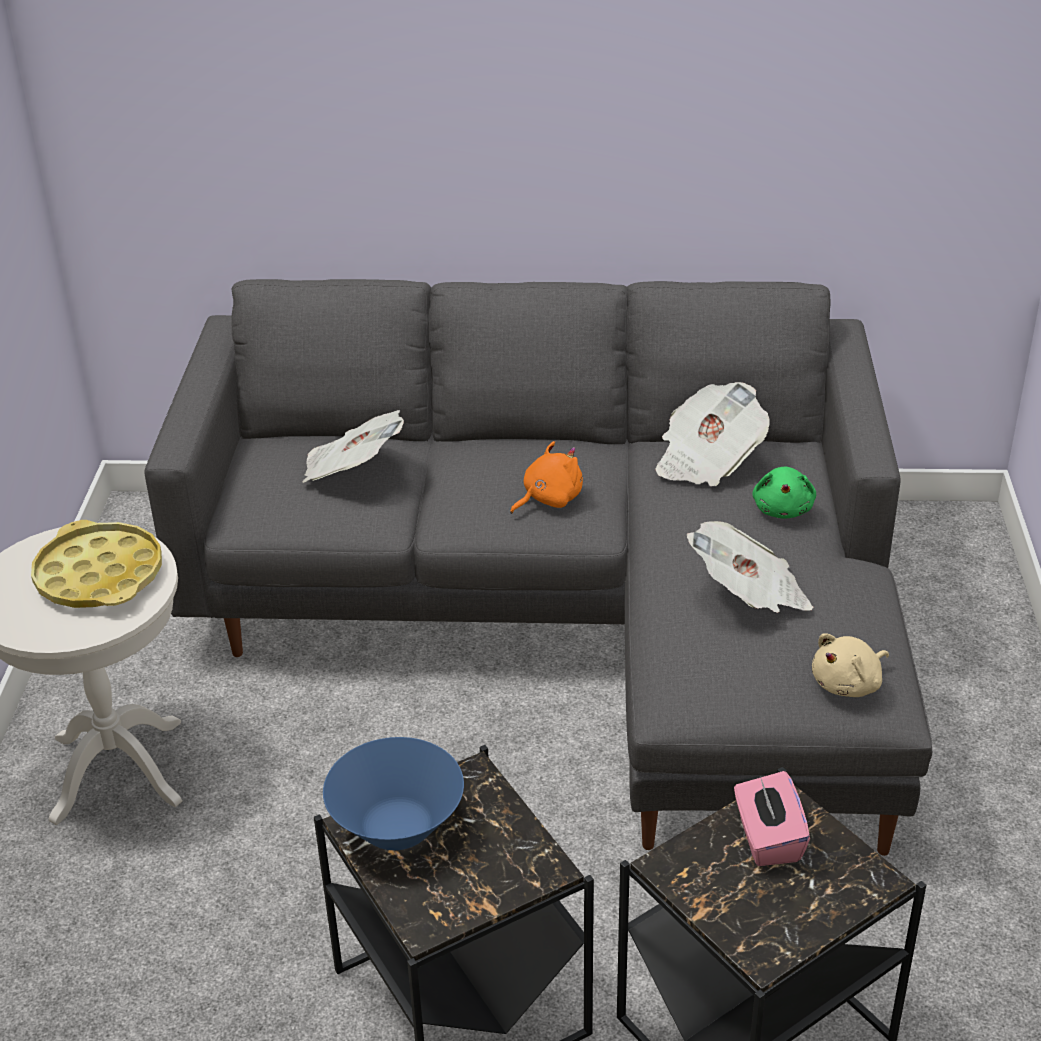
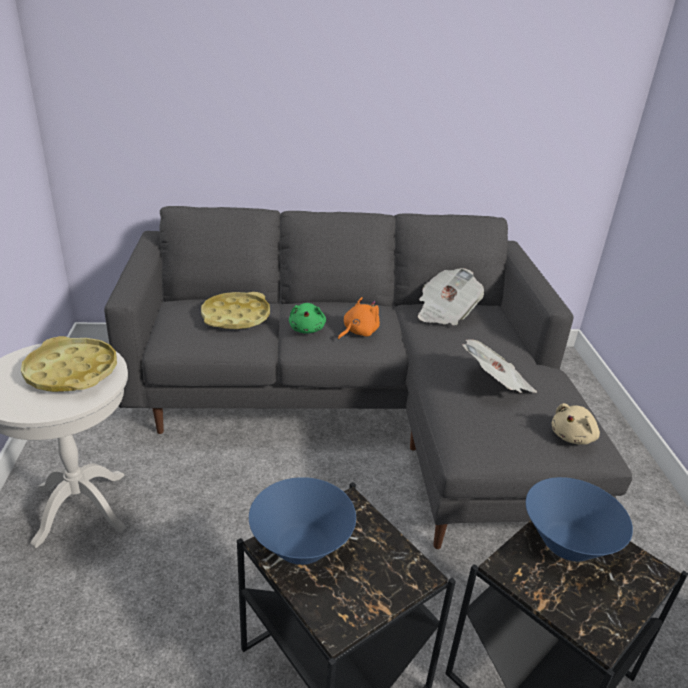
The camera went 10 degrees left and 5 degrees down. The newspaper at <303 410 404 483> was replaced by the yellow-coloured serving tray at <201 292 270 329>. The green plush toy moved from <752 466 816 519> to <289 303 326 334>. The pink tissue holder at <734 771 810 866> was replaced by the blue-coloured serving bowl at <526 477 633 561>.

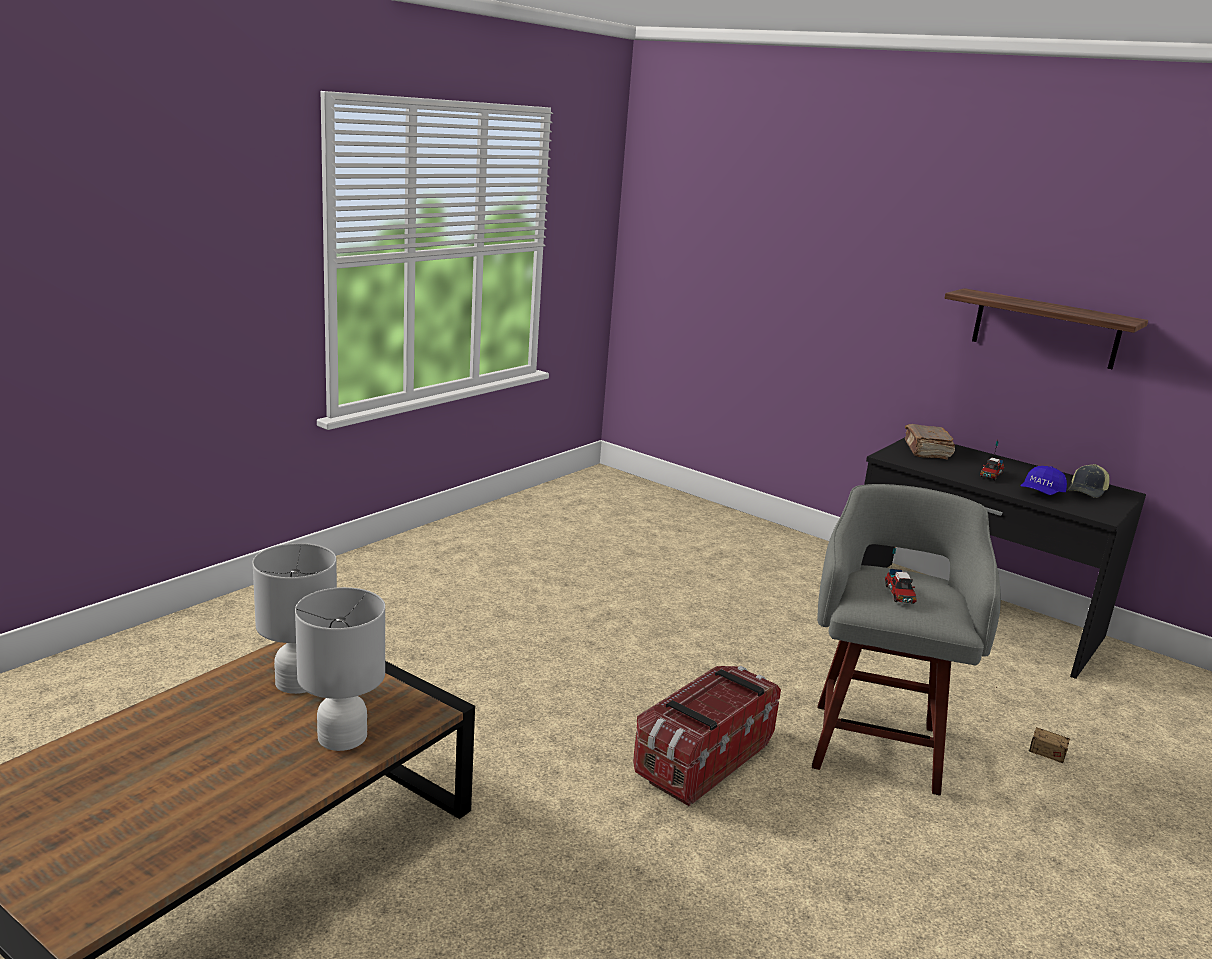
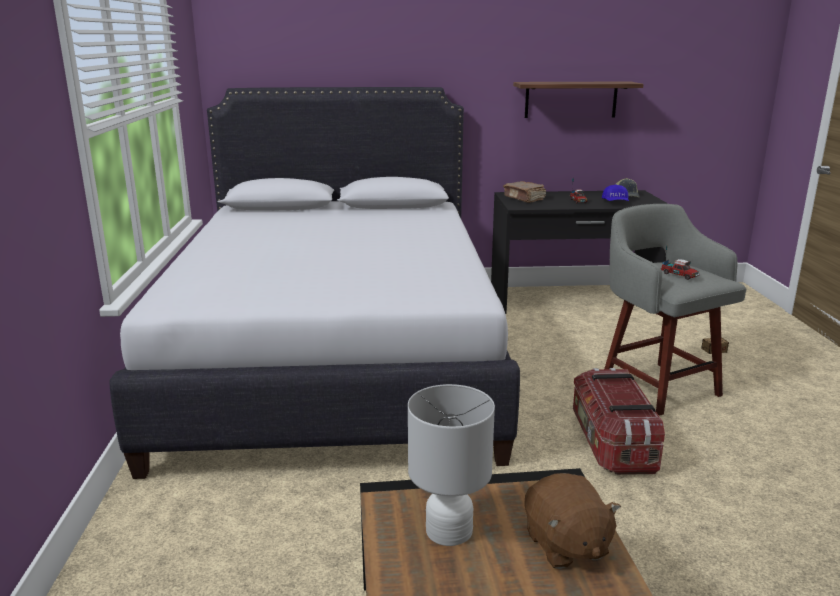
The camera went 40 degrees left and 0 degrees up. The gray table lamp at <295 587 385 751> was replaced by the brownish plush toy at <524 473 621 569>. The whitish sleeping bed at <109 87 520 479> appeared.

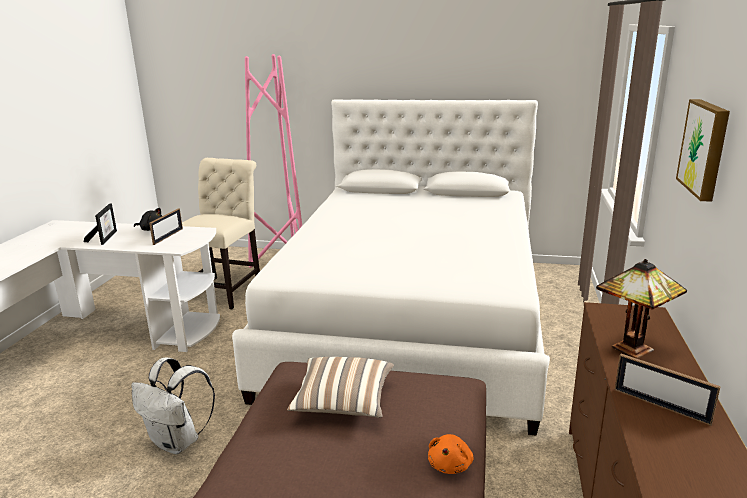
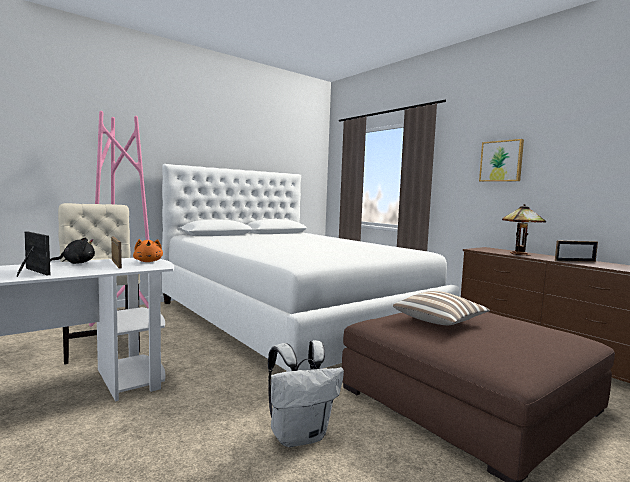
The camera went 50 degrees left and 15 degrees down. The orange plush toy moved from <428 434 474 474> to <133 239 163 262>.

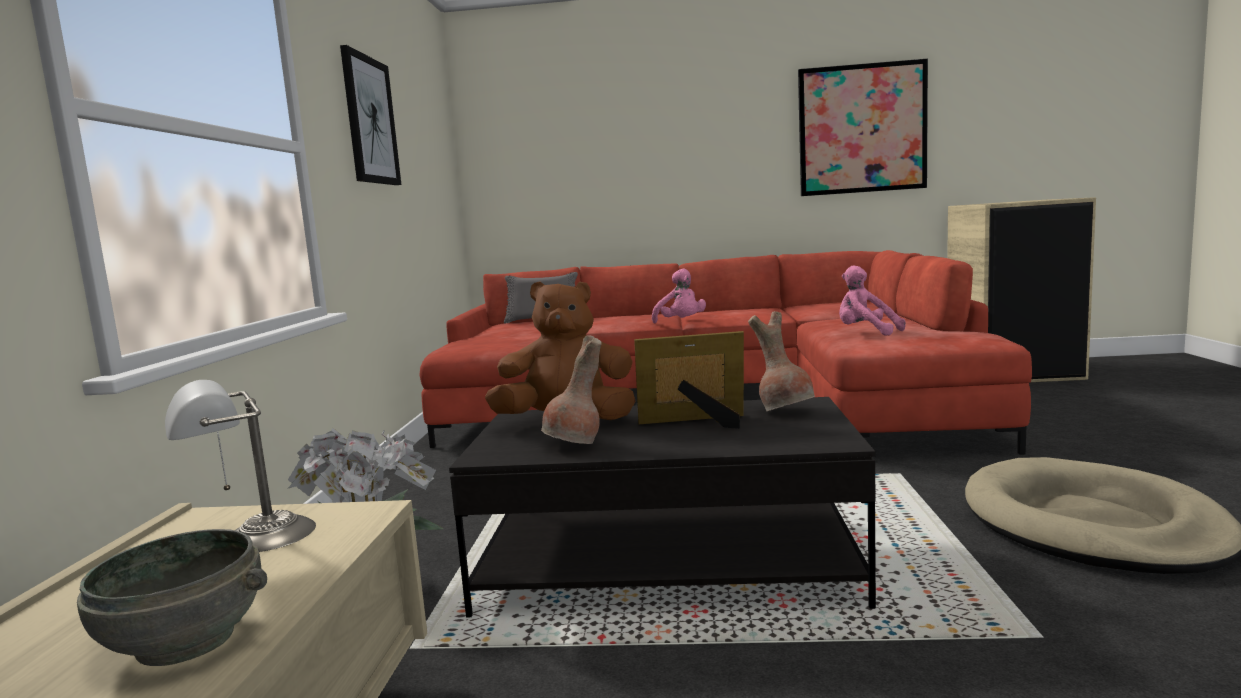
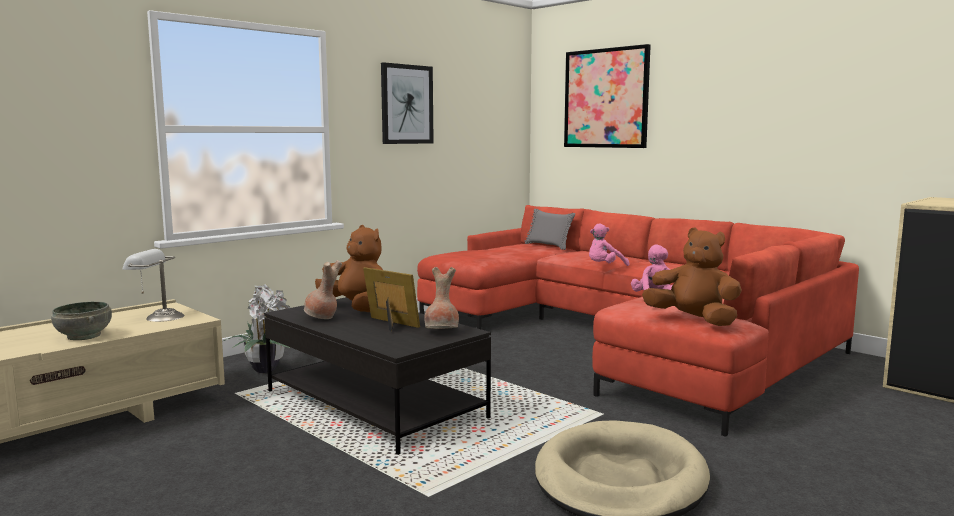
The camera went 40 degrees right and 0 degrees up. The wall picture moved from <798 59 928 196> to <564 44 651 148>. The pink plush toy at <652 268 706 323> turned 45 degrees clockwise. The brownish plush toy at <642 227 742 326> appeared.

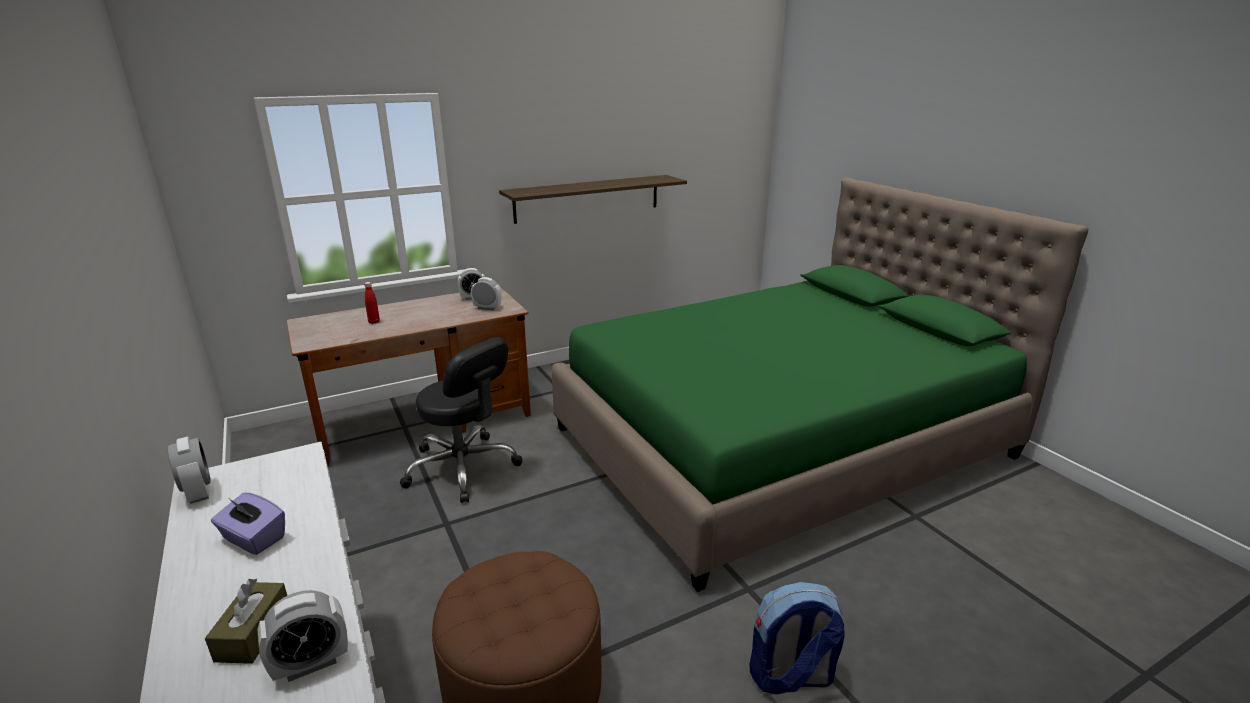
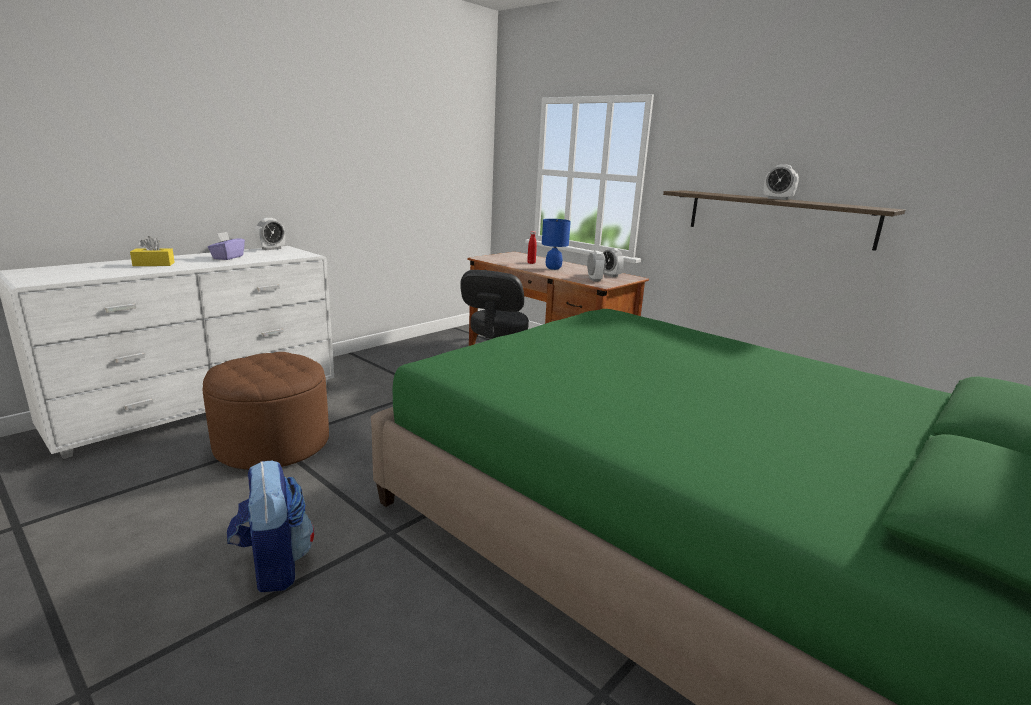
The camera went 70 degrees right and 5 degrees down. The brownish tissue holder at <205 579 287 664> became the yellow-coloured tissue holder at <130 236 175 266>. The bedside clock moved from <257 590 348 682> to <764 164 799 200>. The blue-coloured table lamp at <542 219 571 270> appeared.

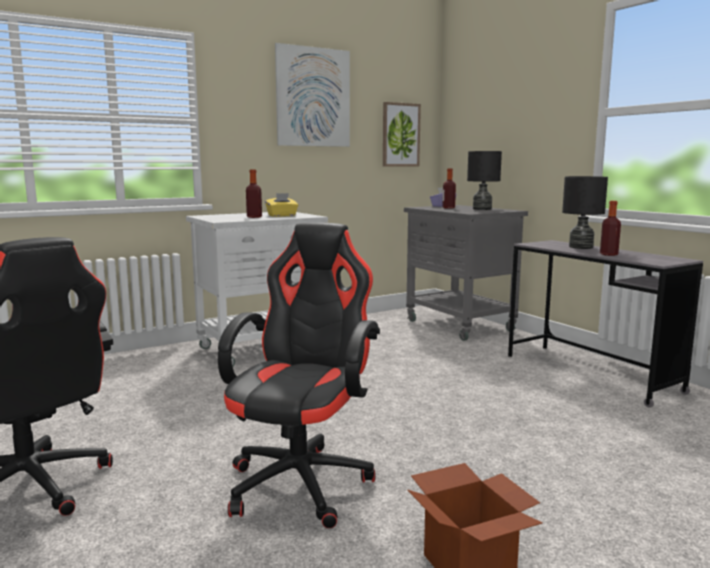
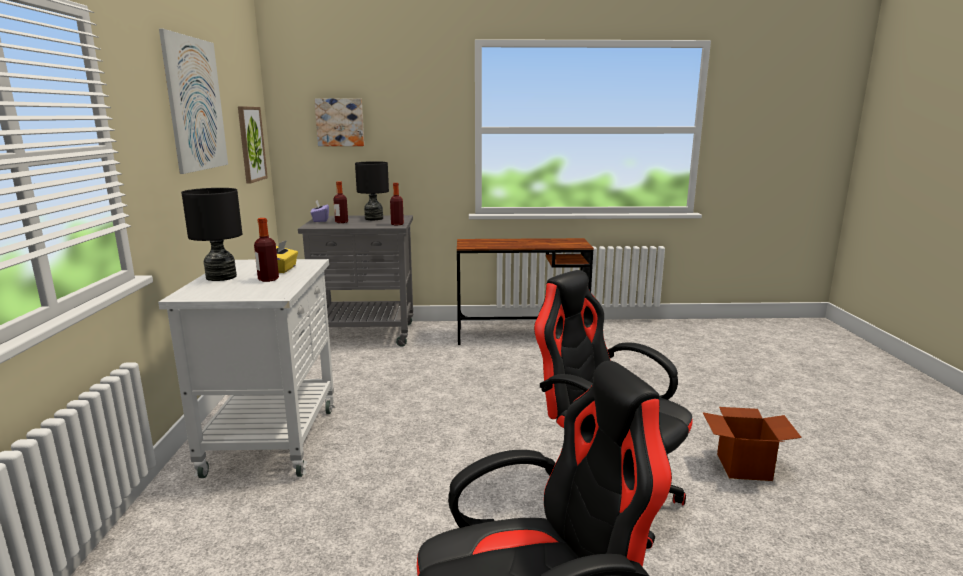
The camera went 60 degrees left and 5 degrees up. The black-coloured table lamp moved from <562 176 608 249> to <181 188 242 281>. The beverage bottle moved from <600 201 621 256> to <390 183 404 225>. The gray desk at <508 240 703 407> became the brownish desk at <457 238 594 345>. The wall picture at <314 98 364 146> appeared.

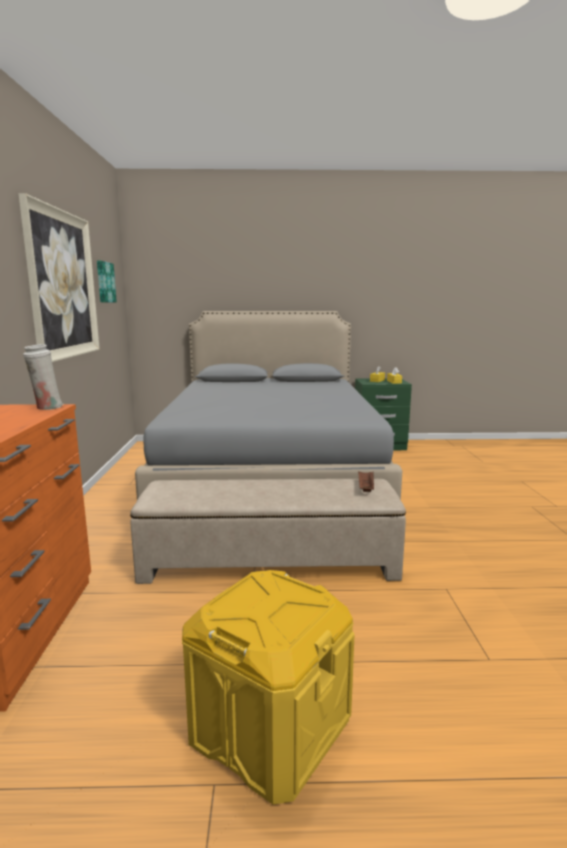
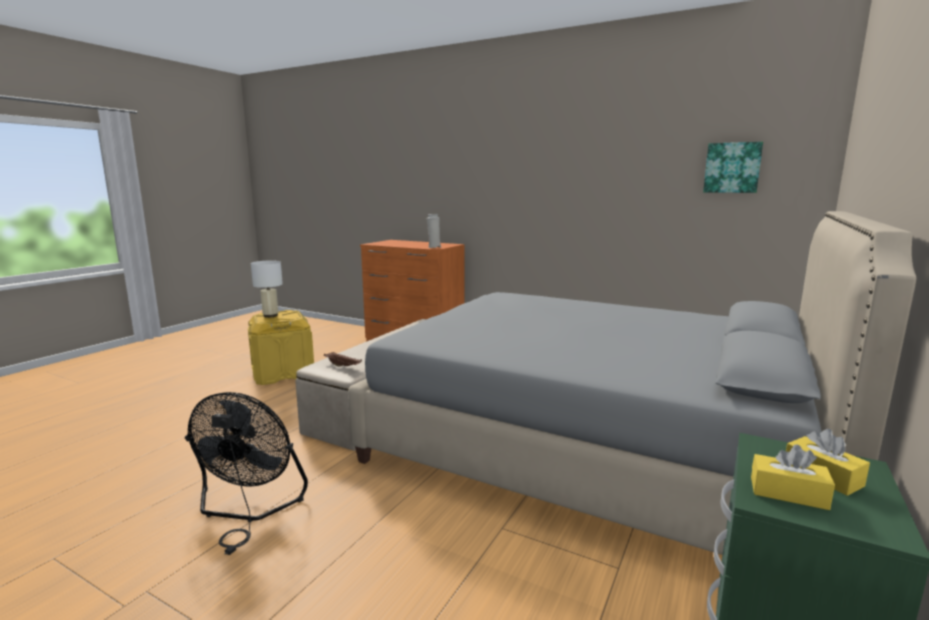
The camera went 120 degrees right and 0 degrees up. The wall picture at <18 193 100 362> disappeared. The whitish table lamp at <251 261 283 318> appeared. The black-coloured electric fan at <185 392 308 555> appeared.

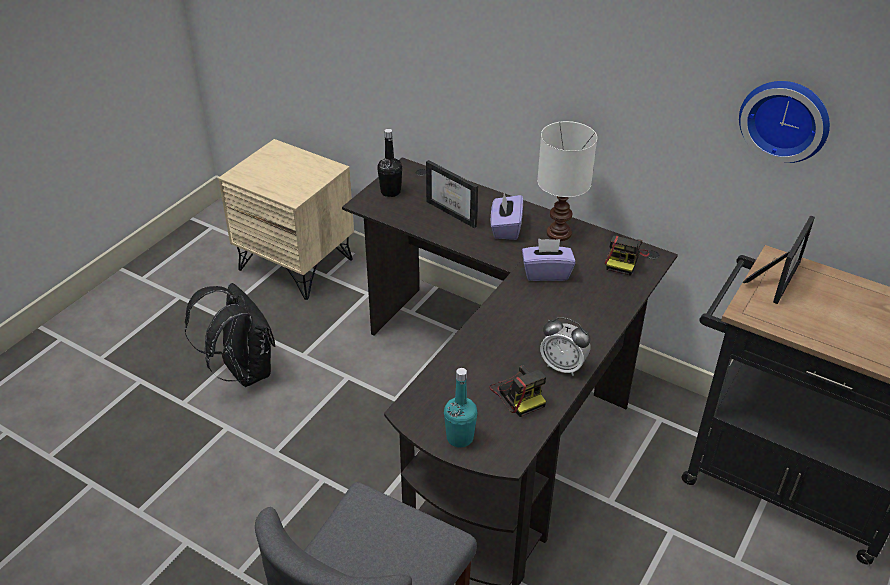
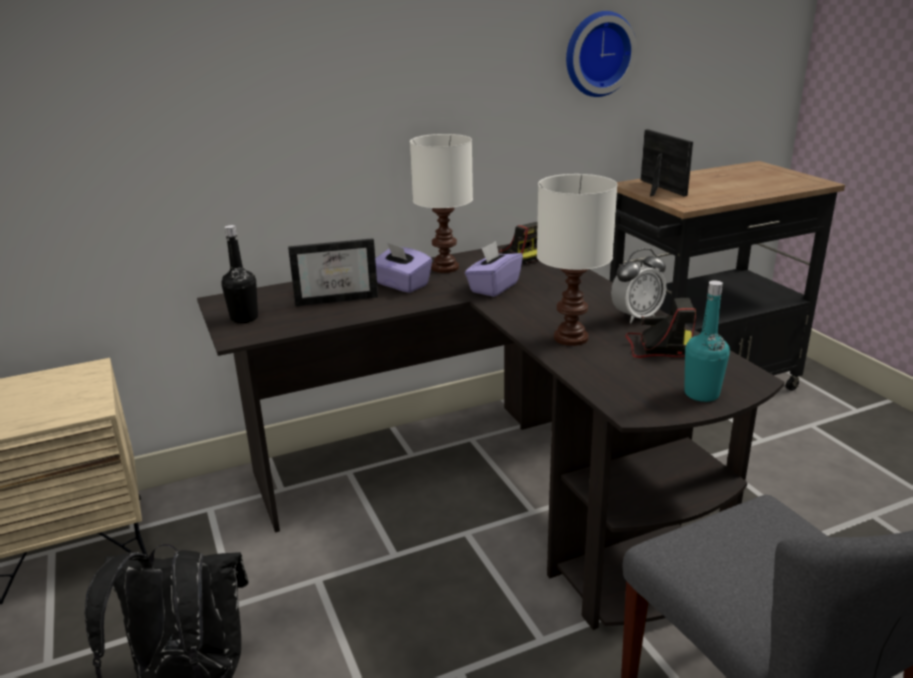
The camera went 55 degrees left and 15 degrees down. The whitish table lamp at <537 174 618 346> appeared.

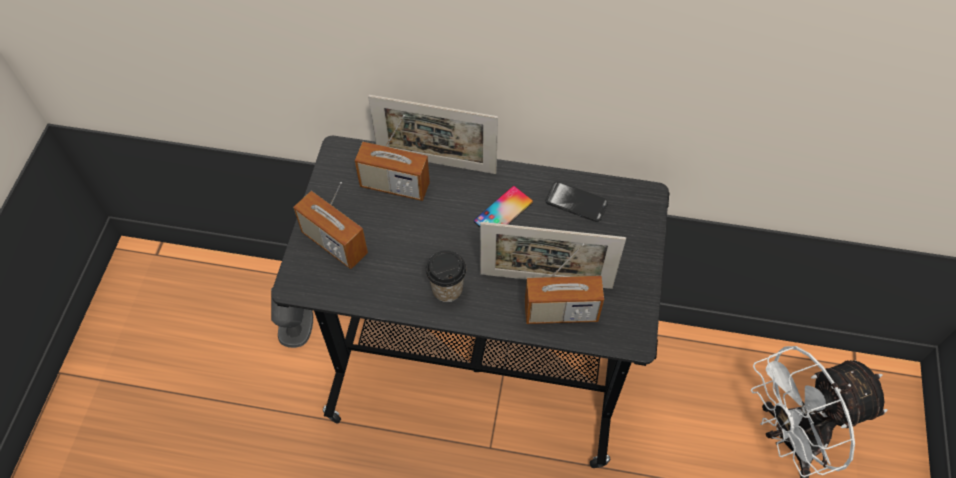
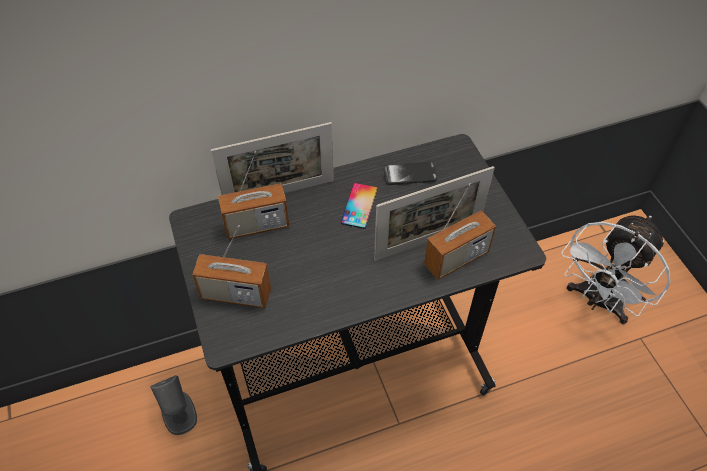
The camera went 30 degrees left and 5 degrees down. The drinking cup at <426 250 466 302> disappeared.

